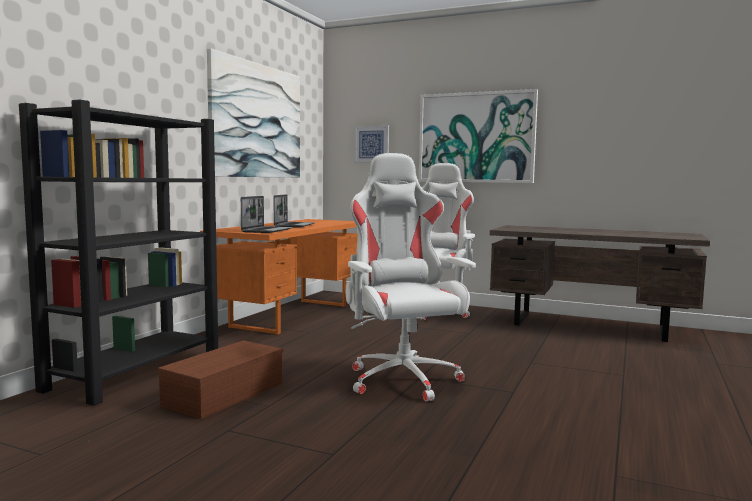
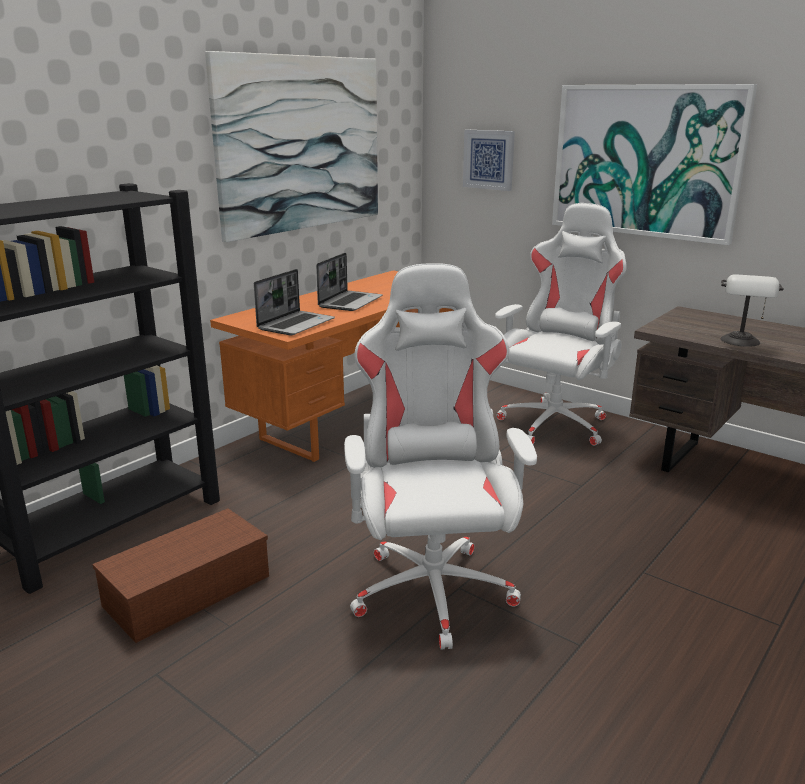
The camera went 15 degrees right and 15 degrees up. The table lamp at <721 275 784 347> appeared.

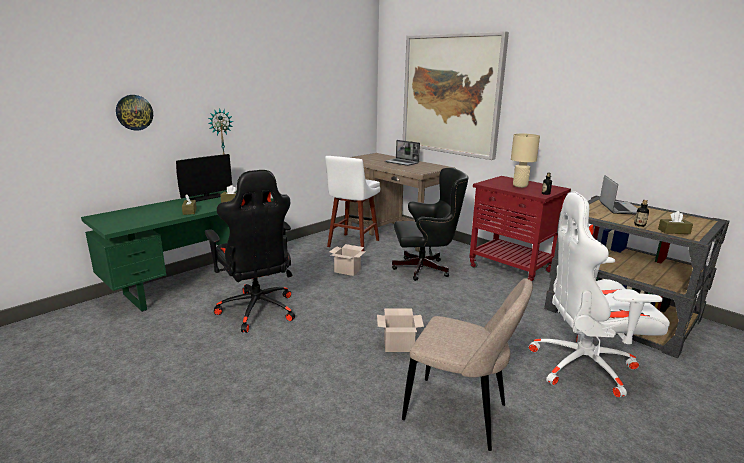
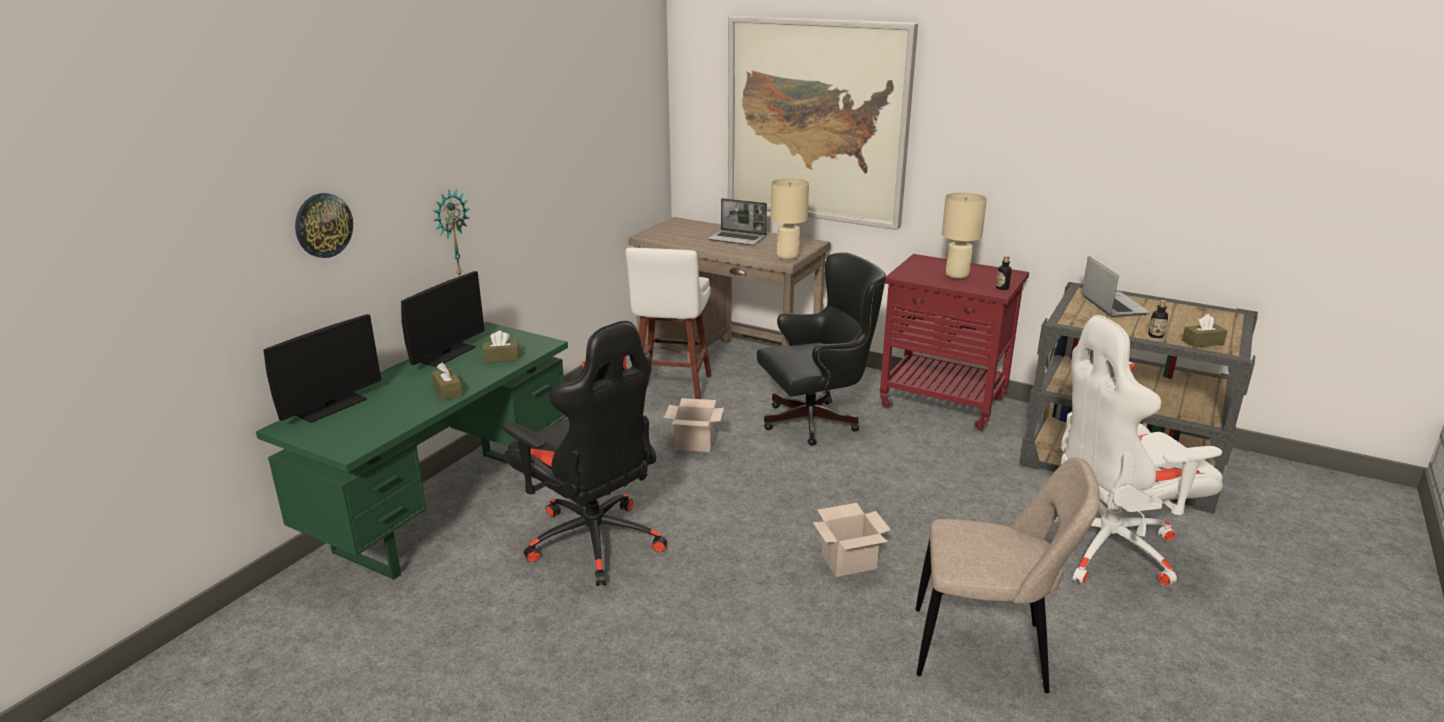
The camera went 15 degrees left and 5 degrees up. The beige-coloured table lamp at <771 178 809 260> appeared. The computer display at <263 314 381 423> appeared.

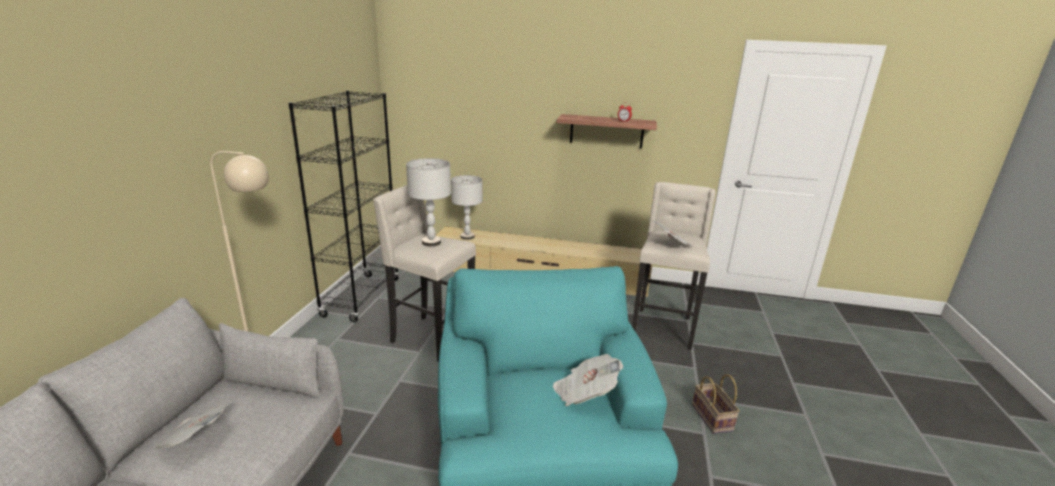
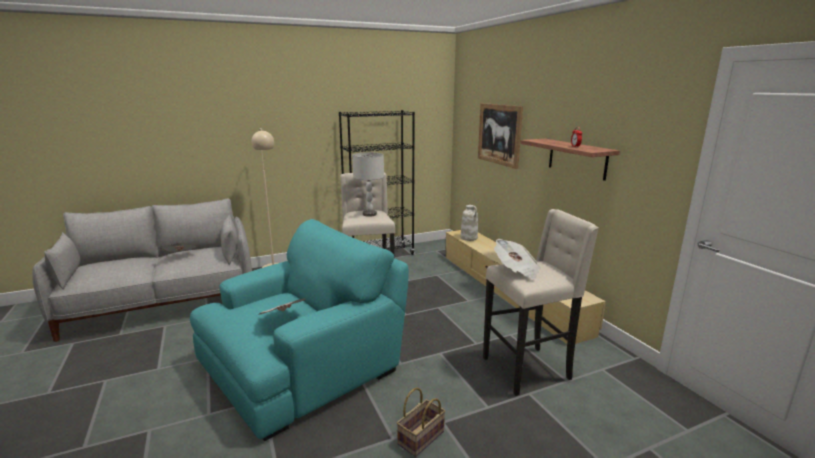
The camera went 55 degrees right and 5 degrees down. The gray table lamp at <451 175 483 240> was replaced by the whitish vase at <461 205 478 241>. The wall picture at <478 103 523 169> appeared.

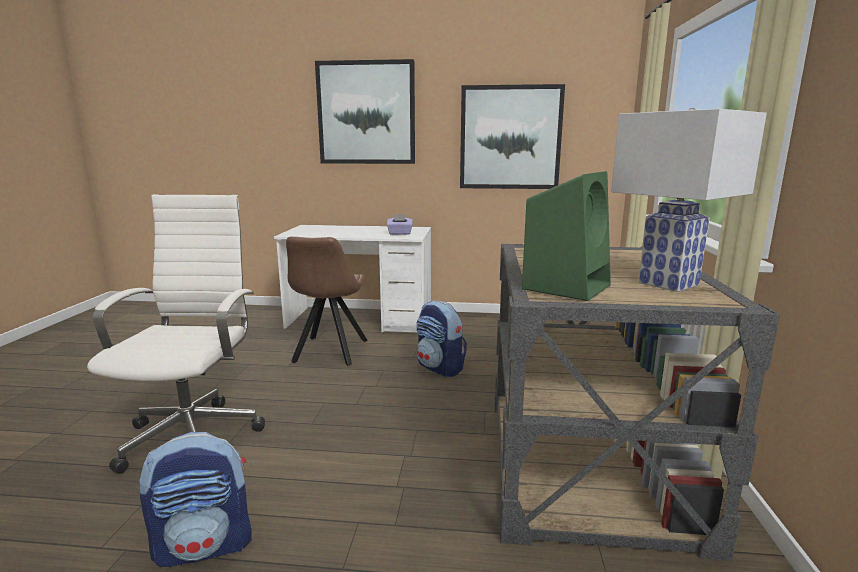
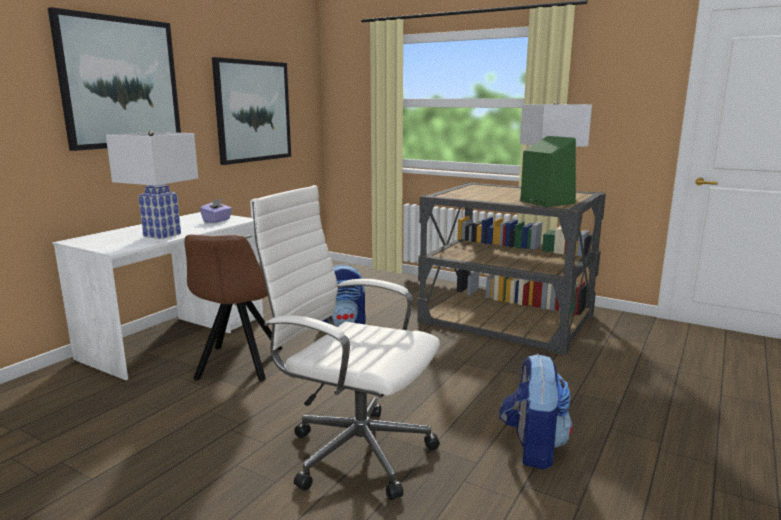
The camera went 65 degrees left and 0 degrees up. The brownish chair at <286 236 368 366> turned 60 degrees clockwise. The whitish table lamp at <106 131 198 239> appeared.

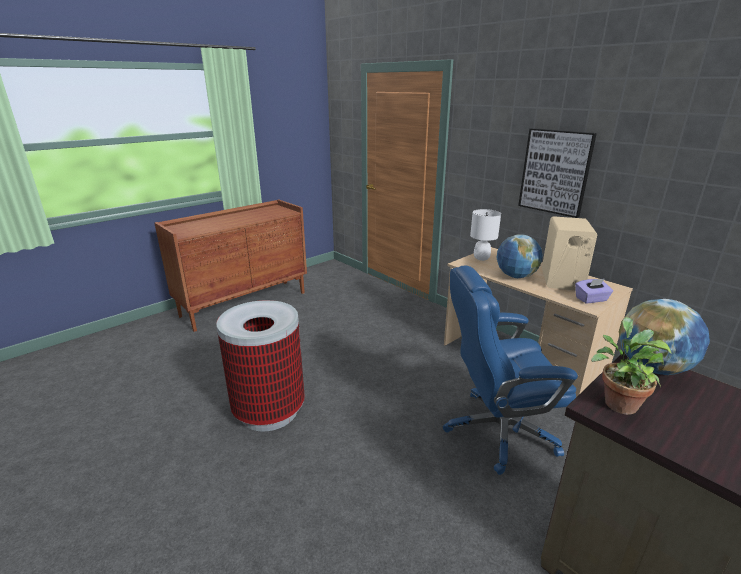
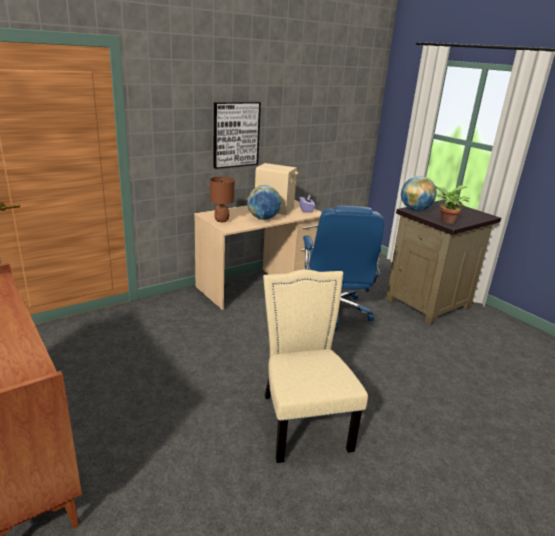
The camera went 85 degrees left and 0 degrees up. The whitish table lamp at <470 209 501 261> became the brownish table lamp at <210 177 235 222>. The rubbish bin at <216 300 305 432> was replaced by the beige-coloured chair at <263 269 368 463>.

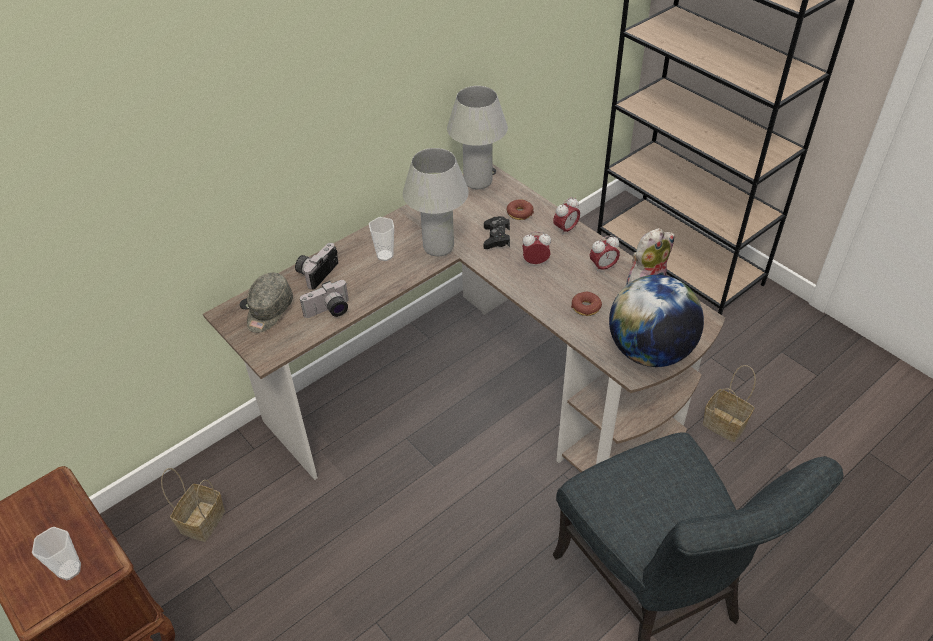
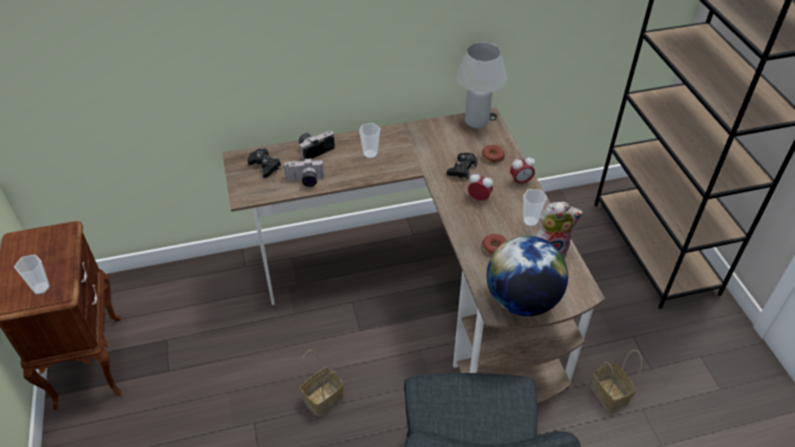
The camera went 25 degrees right and 0 degrees up. The whitish table lamp at <403 148 469 256> disappeared. The bedside clock at <590 235 620 273> was replaced by the drinking cup at <523 189 547 227>. The gray peaked cap at <247 273 293 333> was replaced by the black-coloured joypad at <247 149 281 178>. The storage basket moved from <161 468 225 542> to <300 350 344 417>.

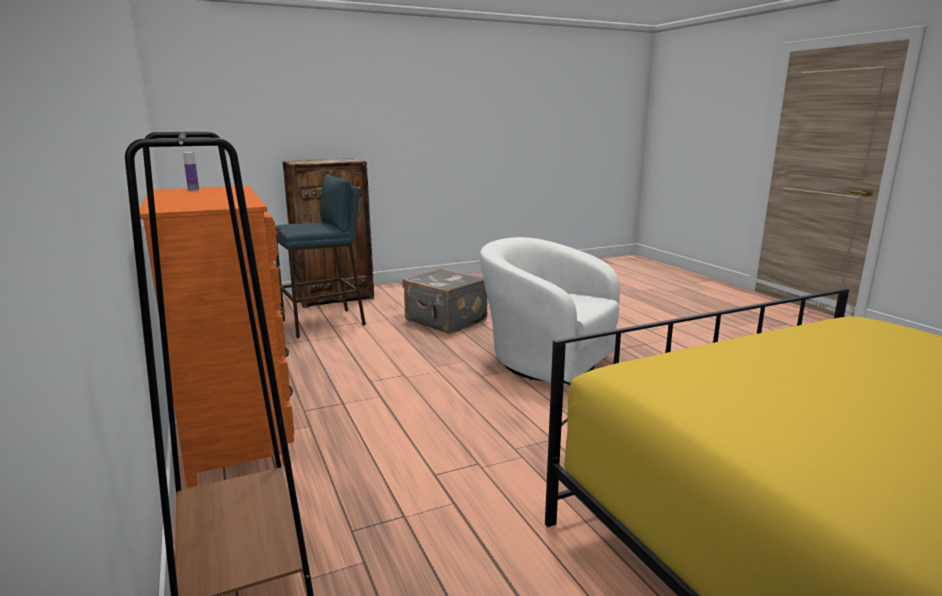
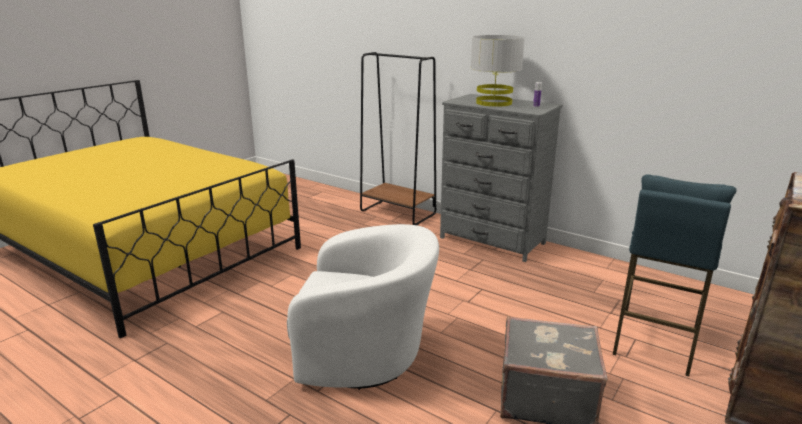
The camera went 150 degrees right and 5 degrees up. The orange dresser at <139 185 294 488> became the gray dresser at <440 94 563 262>. The gray table lamp at <471 35 525 107> appeared.

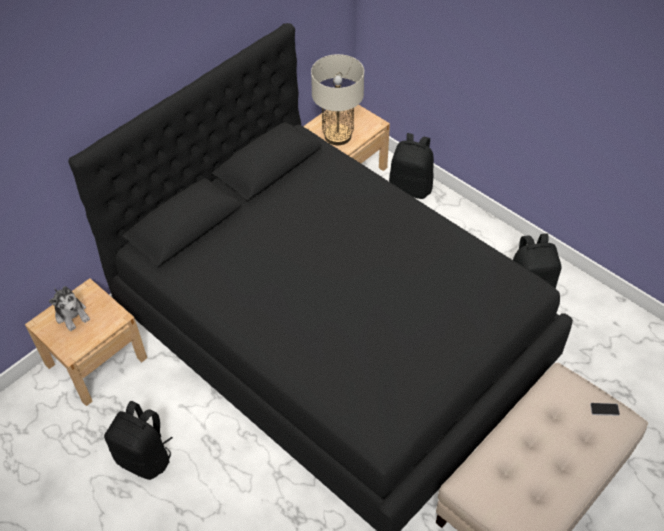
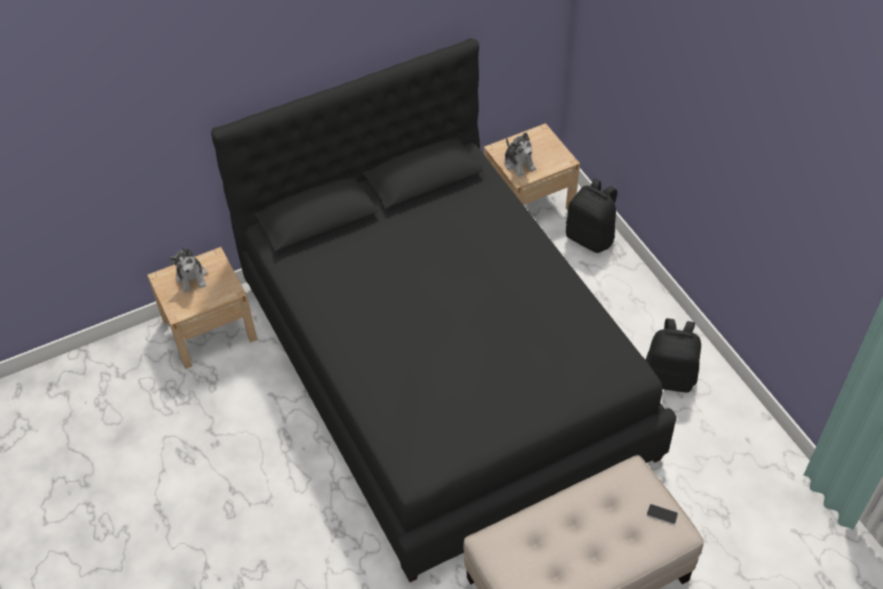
The camera went 20 degrees right and 0 degrees up. The table lamp at <311 54 364 145> was replaced by the plush toy at <504 132 536 177>. The black-coloured backpack at <104 401 173 480> disappeared.

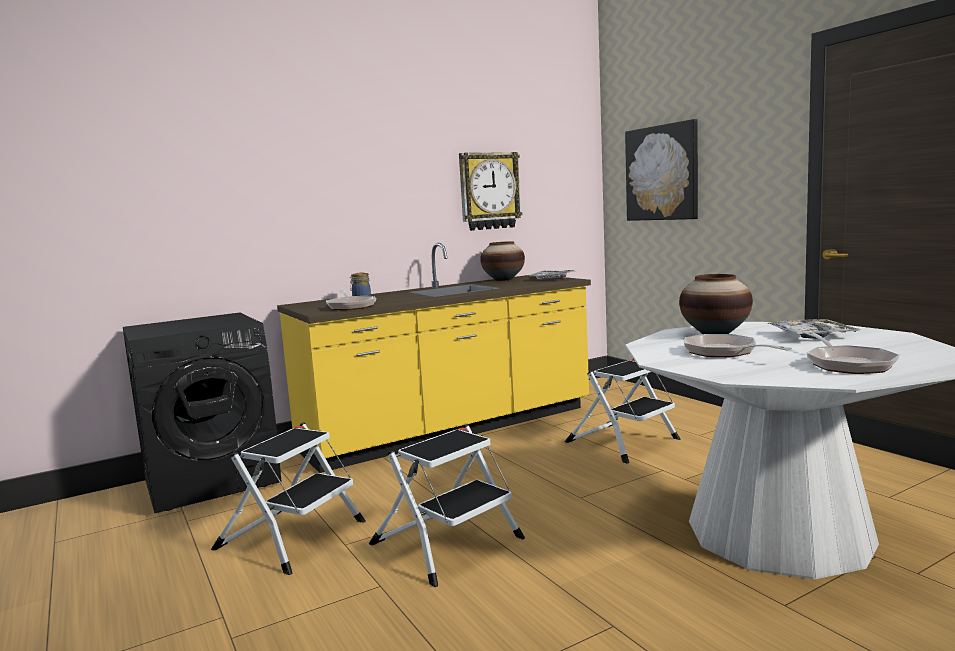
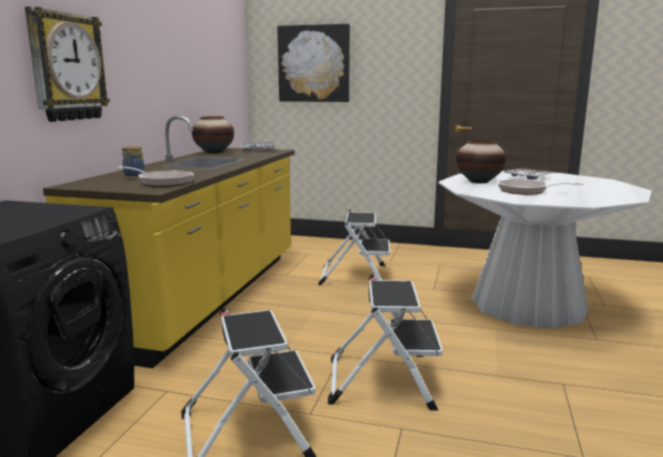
The camera went 45 degrees left and 5 degrees up. The wall clock moved from <459 152 522 231> to <25 6 110 122>. The frying pan at <802 331 900 374> disappeared.

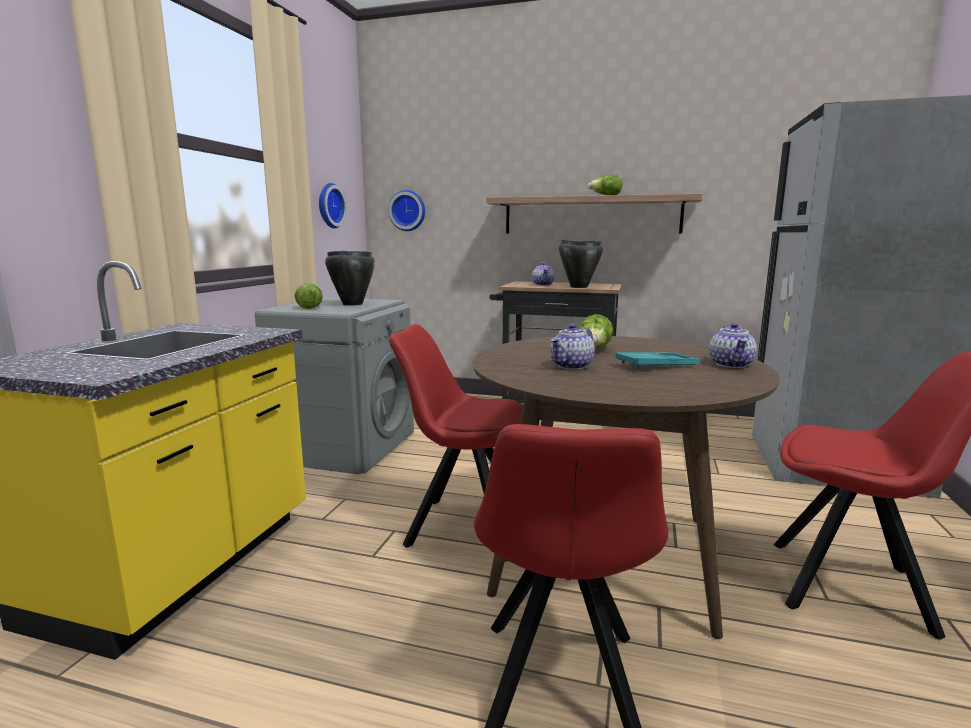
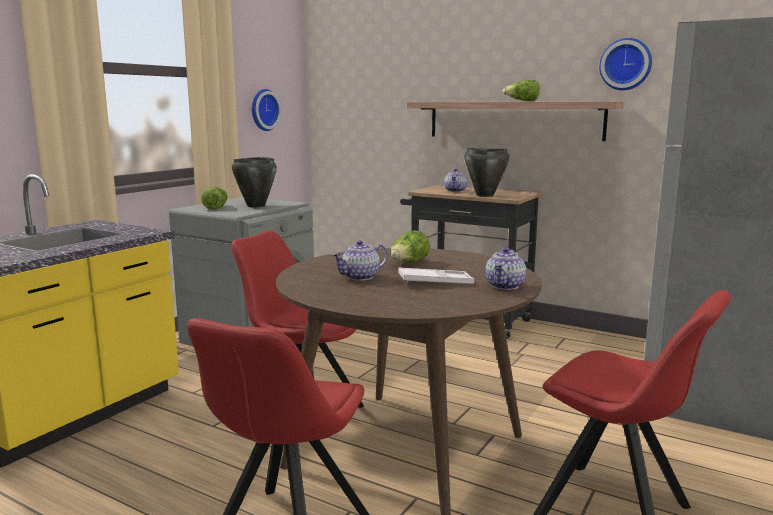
The camera went 15 degrees right and 0 degrees up. The wall clock moved from <389 190 425 231> to <599 38 652 90>. The blue-green serving tray at <615 352 700 368> became the whitish serving tray at <398 268 474 284>.

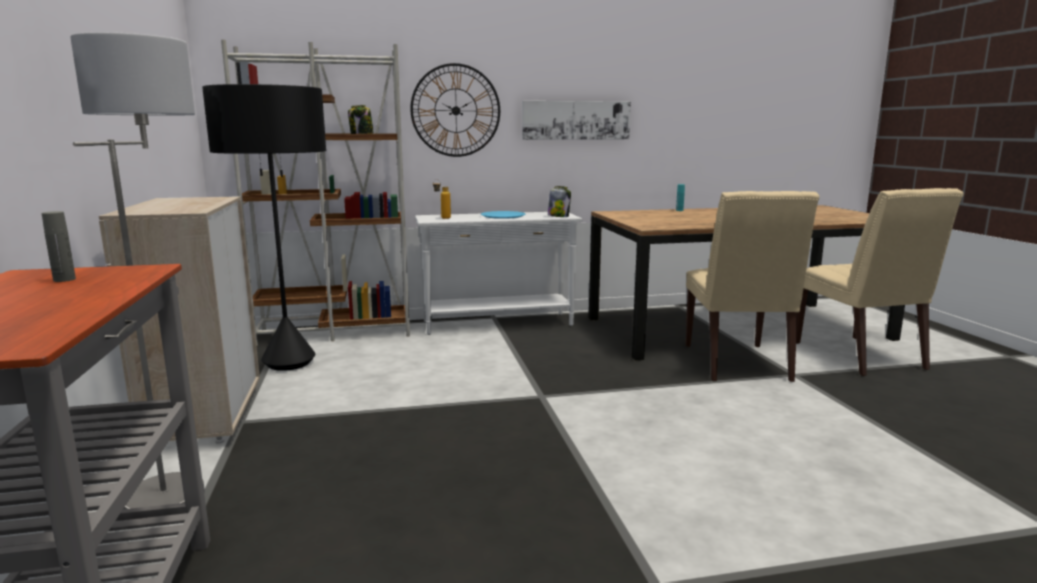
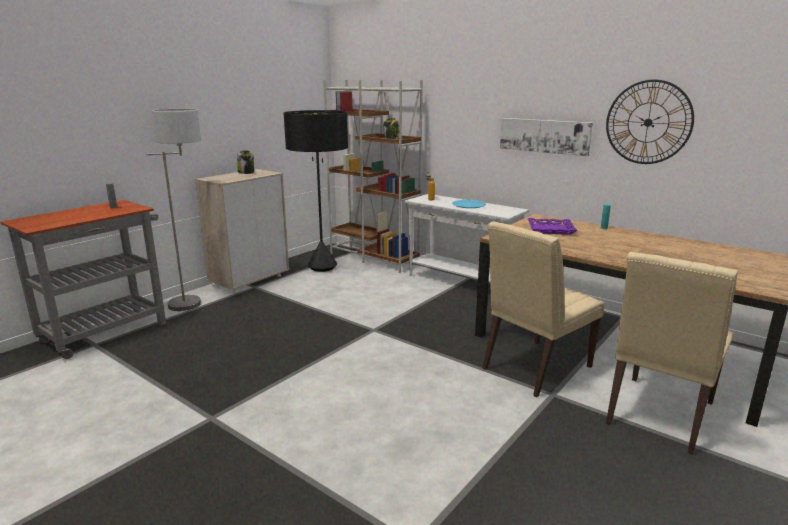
The camera went 50 degrees right and 5 degrees up. The wall clock moved from <410 63 500 157> to <606 79 694 164>. The storage jar moved from <548 186 571 217> to <237 150 254 174>. The purple-coloured serving tray at <528 218 577 235> appeared.

